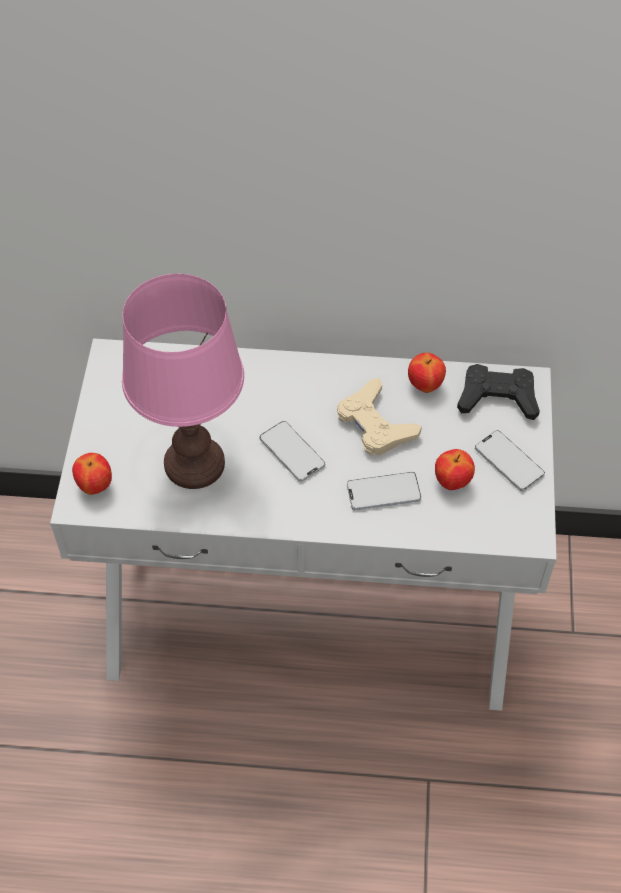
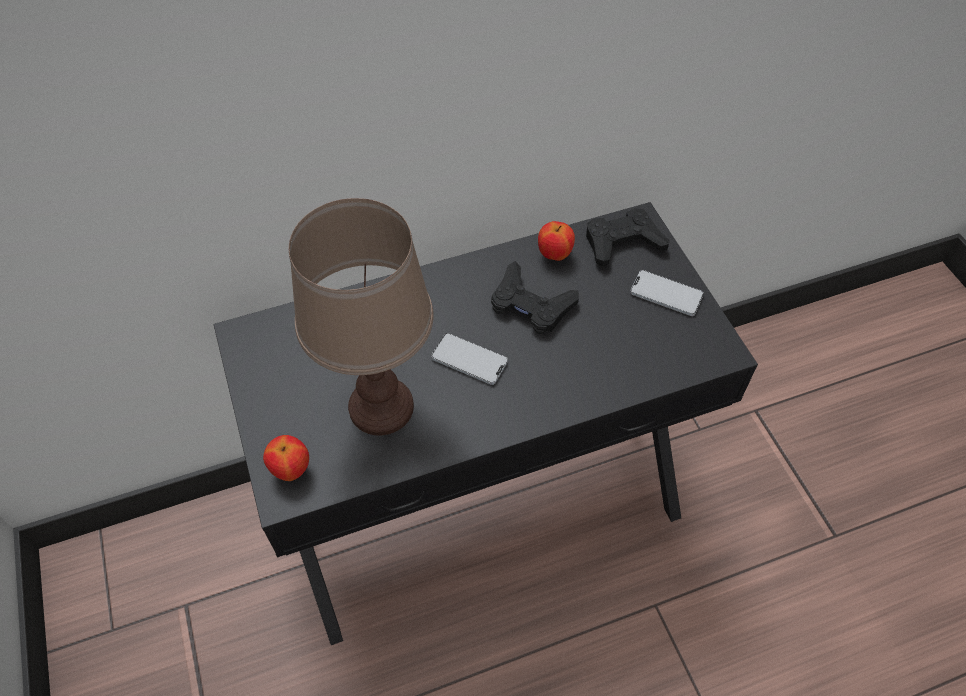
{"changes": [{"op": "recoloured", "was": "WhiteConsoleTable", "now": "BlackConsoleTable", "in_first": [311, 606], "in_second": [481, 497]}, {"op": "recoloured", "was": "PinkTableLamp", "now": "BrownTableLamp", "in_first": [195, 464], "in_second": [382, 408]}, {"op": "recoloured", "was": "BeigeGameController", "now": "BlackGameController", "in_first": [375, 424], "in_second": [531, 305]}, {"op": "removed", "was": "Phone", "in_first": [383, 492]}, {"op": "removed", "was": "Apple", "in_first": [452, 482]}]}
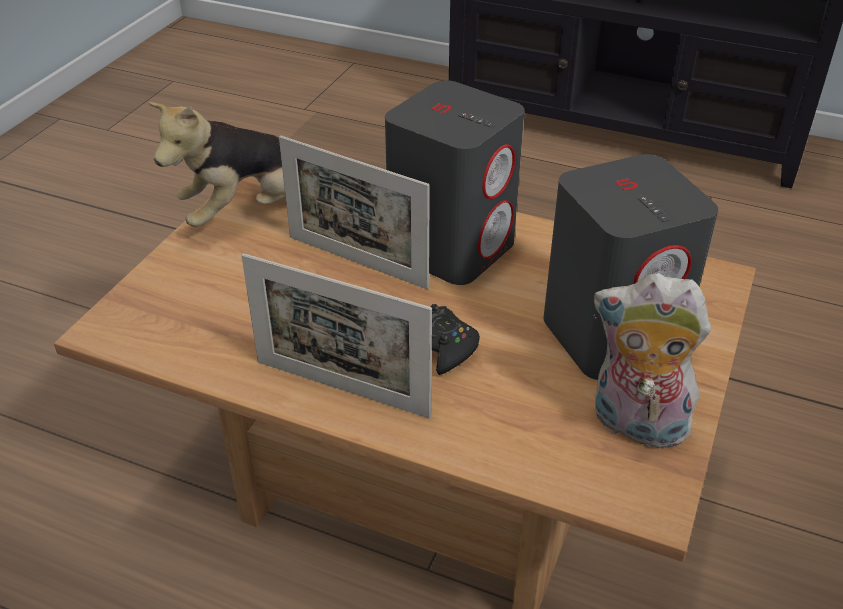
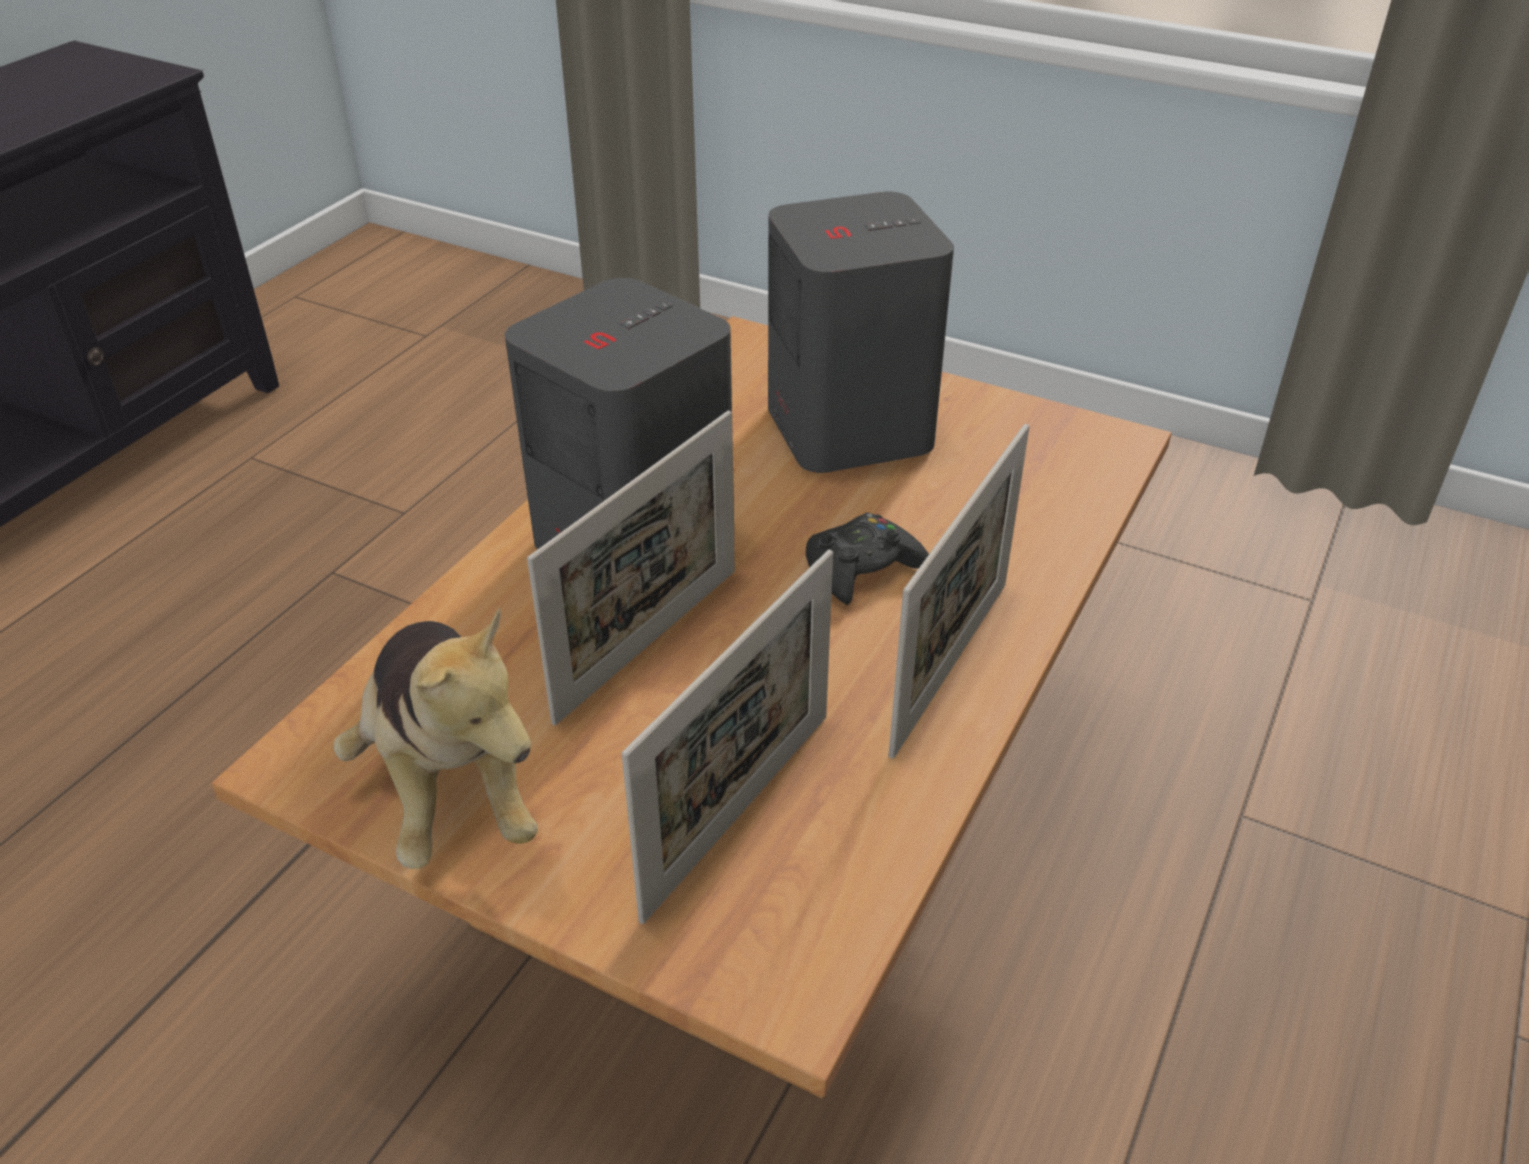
{"changes": [{"op": "removed", "was": "PlushToy", "in_first": [635, 425]}, {"op": "added", "now": "PictureFrame", "in_second": [739, 812]}]}
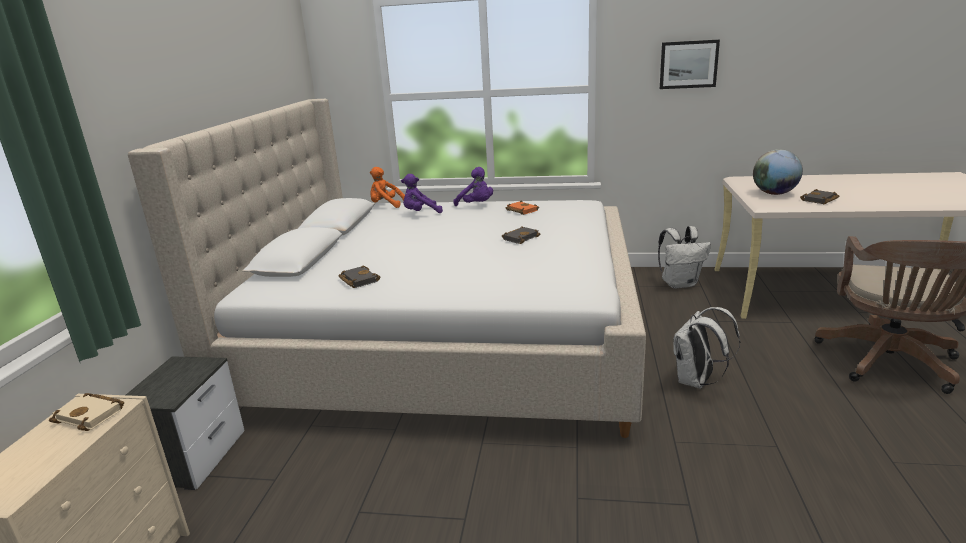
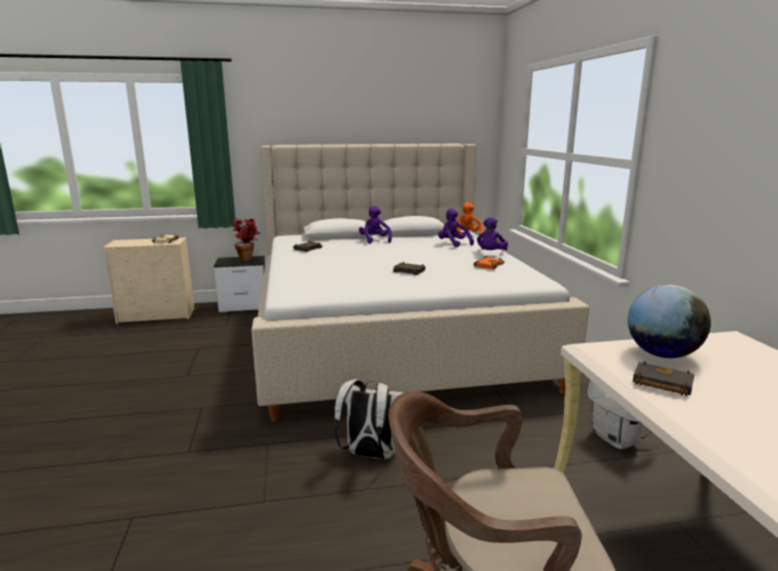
{"changes": [{"op": "removed", "was": "Picture", "in_first": [688, 64]}, {"op": "added", "now": "PottedPlant", "in_second": [248, 259]}, {"op": "added", "now": "PurplePlushToy", "in_second": [375, 240]}]}
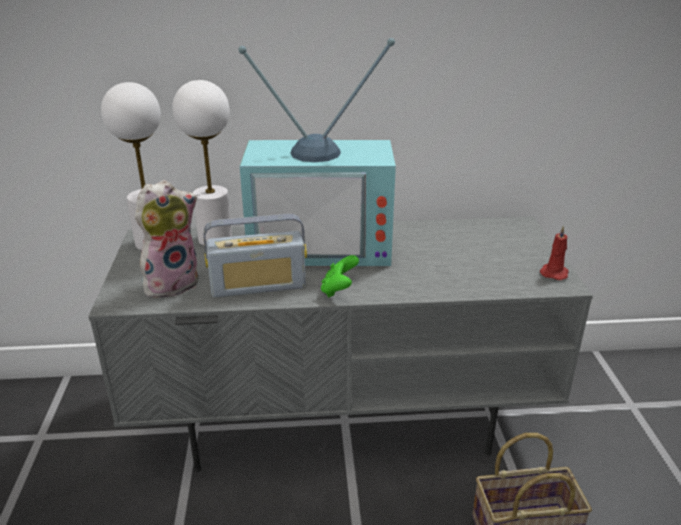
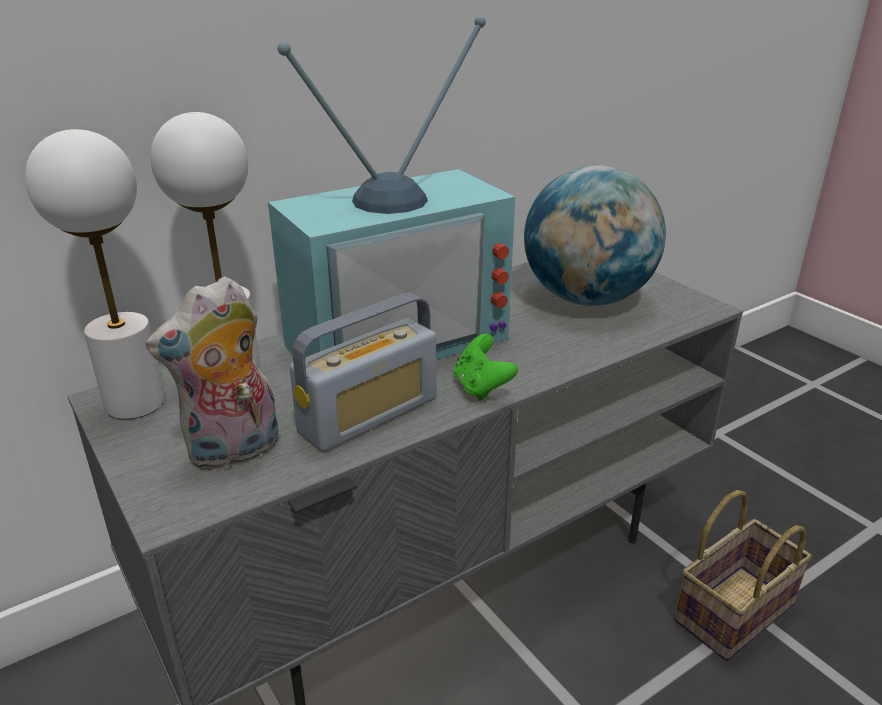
{"changes": [{"op": "turned", "was": "PlushToy", "in_first": [172, 283], "in_second": [234, 452], "clockwise": -150}, {"op": "removed", "was": "RedCandle", "in_first": [554, 273]}, {"op": "added", "now": "Globe", "in_second": [586, 299]}]}
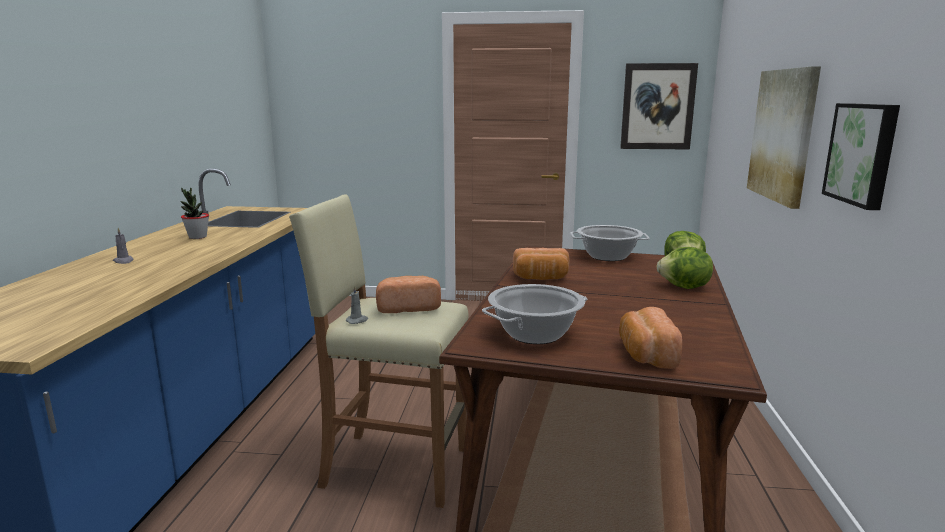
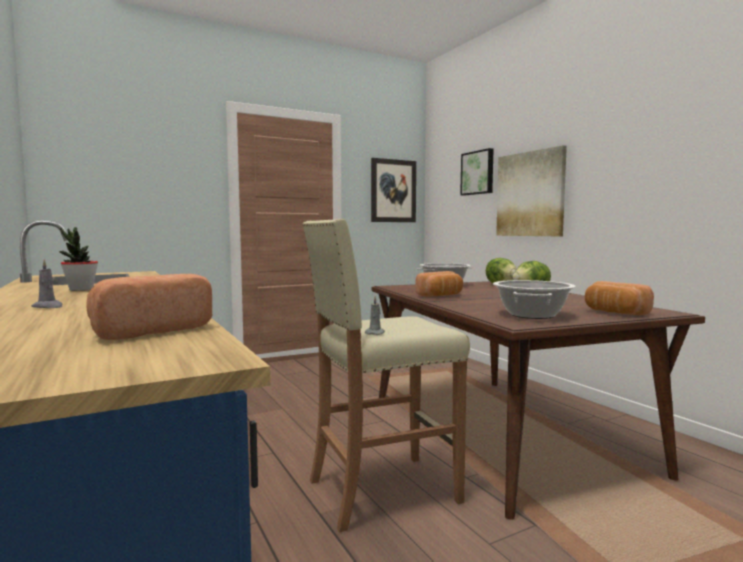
{"changes": [{"op": "moved", "was": "Bread", "in_first": [408, 307], "in_second": [149, 331]}, {"op": "moved", "was": "Picture", "in_first": [863, 153], "in_second": [478, 173]}]}
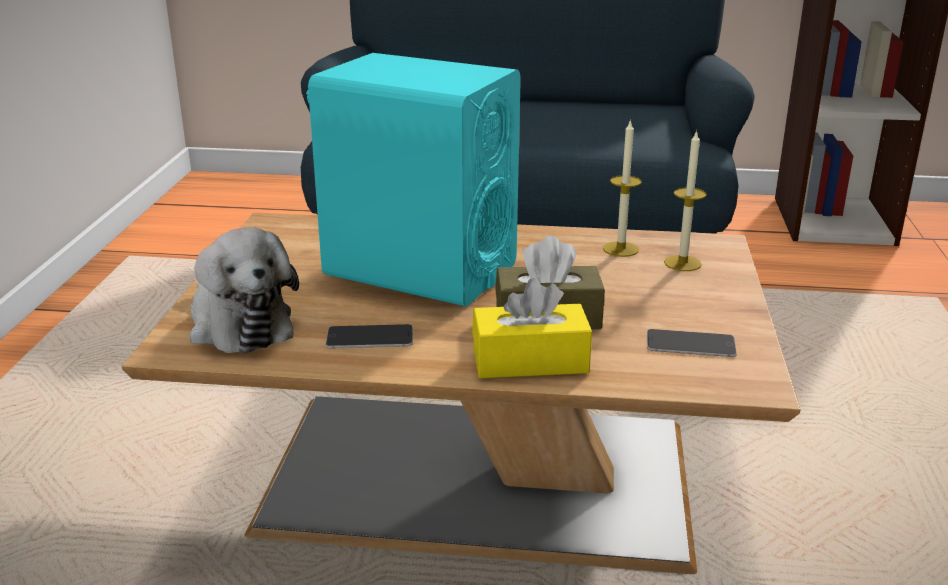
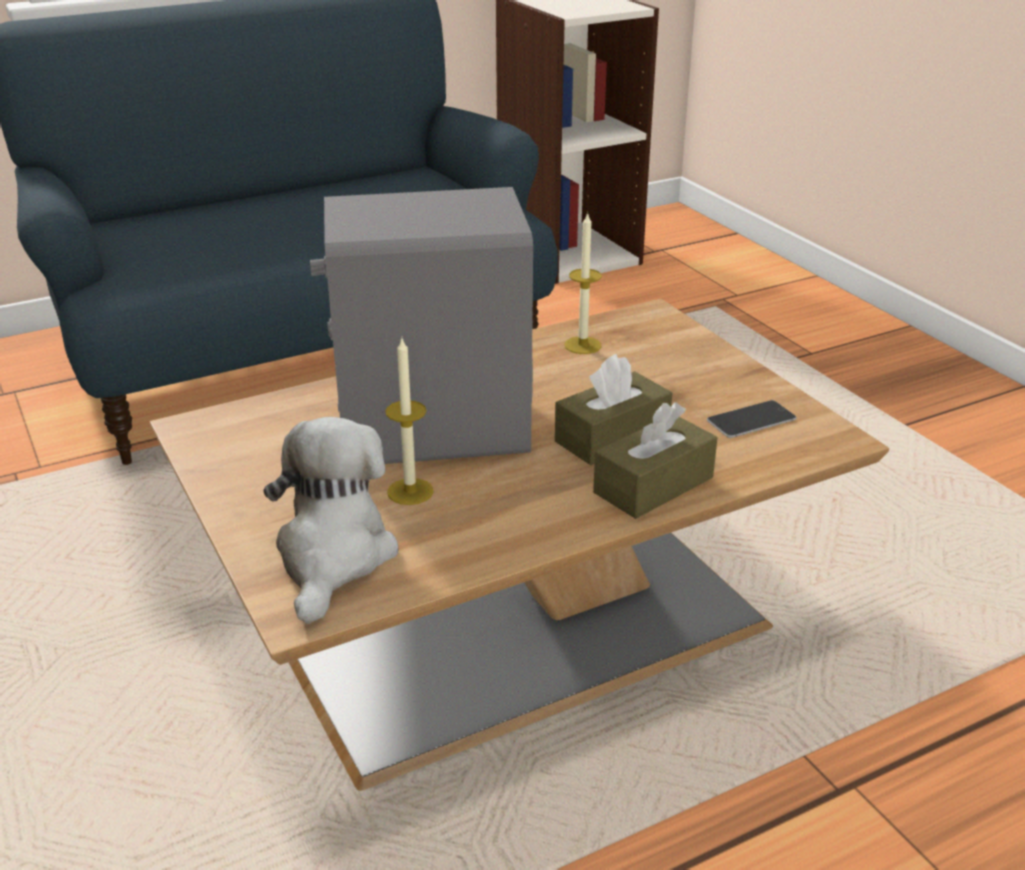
{"changes": [{"op": "turned", "was": "PlushToy", "in_first": [239, 324], "in_second": [333, 556], "clockwise": -105}, {"op": "recoloured", "was": "TurquoiseSpeaker", "now": "GreySpeaker", "in_first": [419, 269], "in_second": [431, 428]}, {"op": "removed", "was": "Phone", "in_first": [370, 337]}, {"op": "recoloured", "was": "YellowTissueBox", "now": "BrownTissueBox", "in_first": [530, 361], "in_second": [653, 485]}, {"op": "moved", "was": "Candle", "in_first": [682, 263], "in_second": [410, 491]}]}
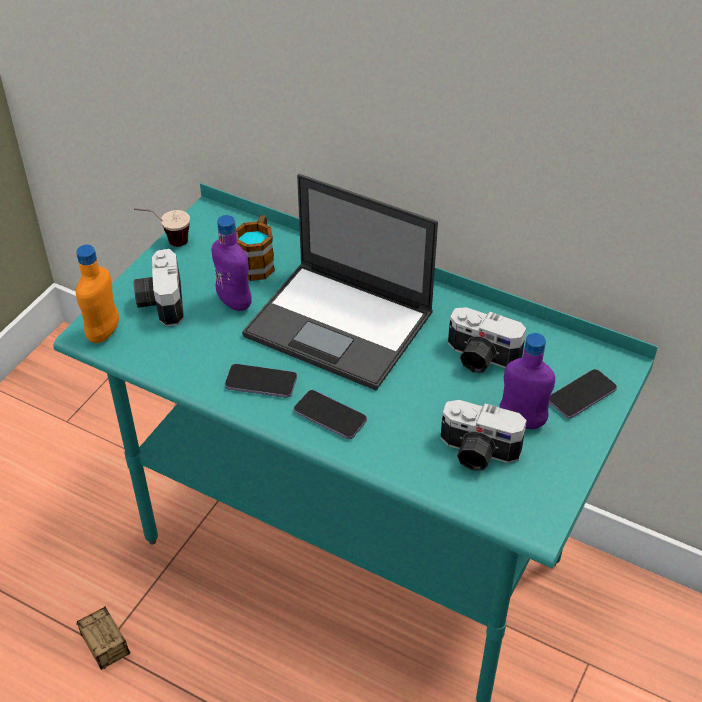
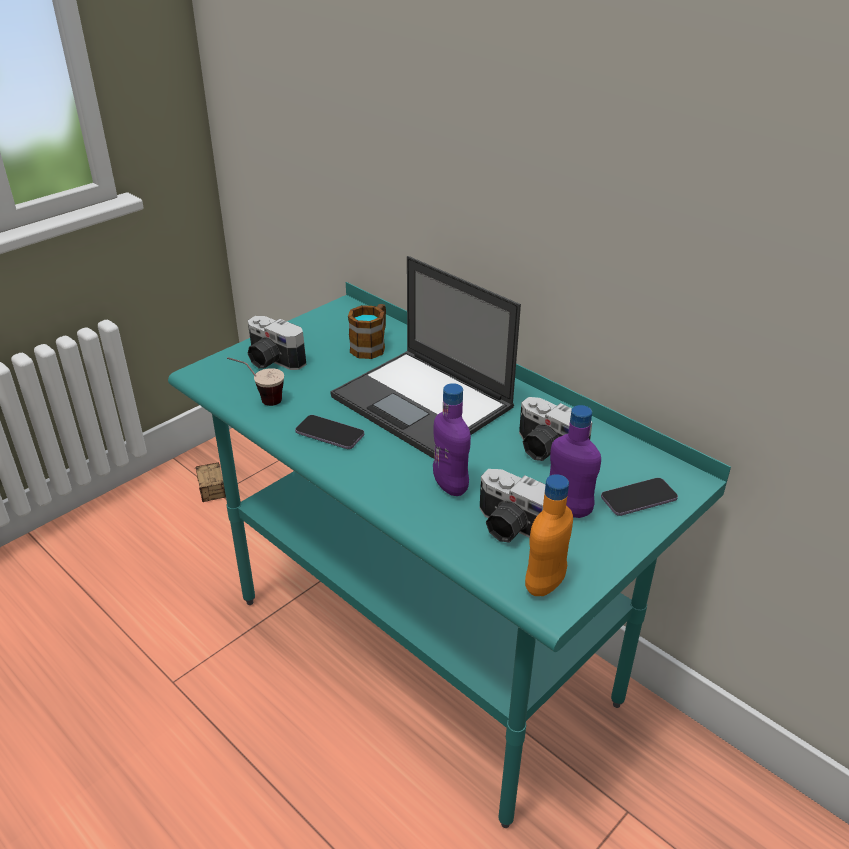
{"changes": [{"op": "moved", "was": "OrangeBottle", "in_first": [104, 332], "in_second": [545, 584]}, {"op": "moved", "was": "StorageBox", "in_first": [119, 669], "in_second": [215, 505]}, {"op": "moved", "was": "Cup", "in_first": [166, 242], "in_second": [259, 400]}, {"op": "turned", "was": "PhotoCamera", "in_first": [160, 302], "in_second": [272, 361], "clockwise": -60}, {"op": "moved", "was": "PurpleBottle", "in_first": [234, 302], "in_second": [450, 486]}, {"op": "removed", "was": "Phone", "in_first": [330, 416]}]}
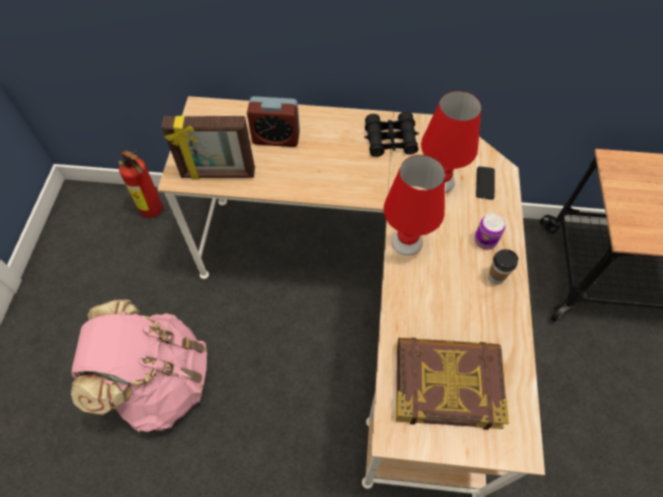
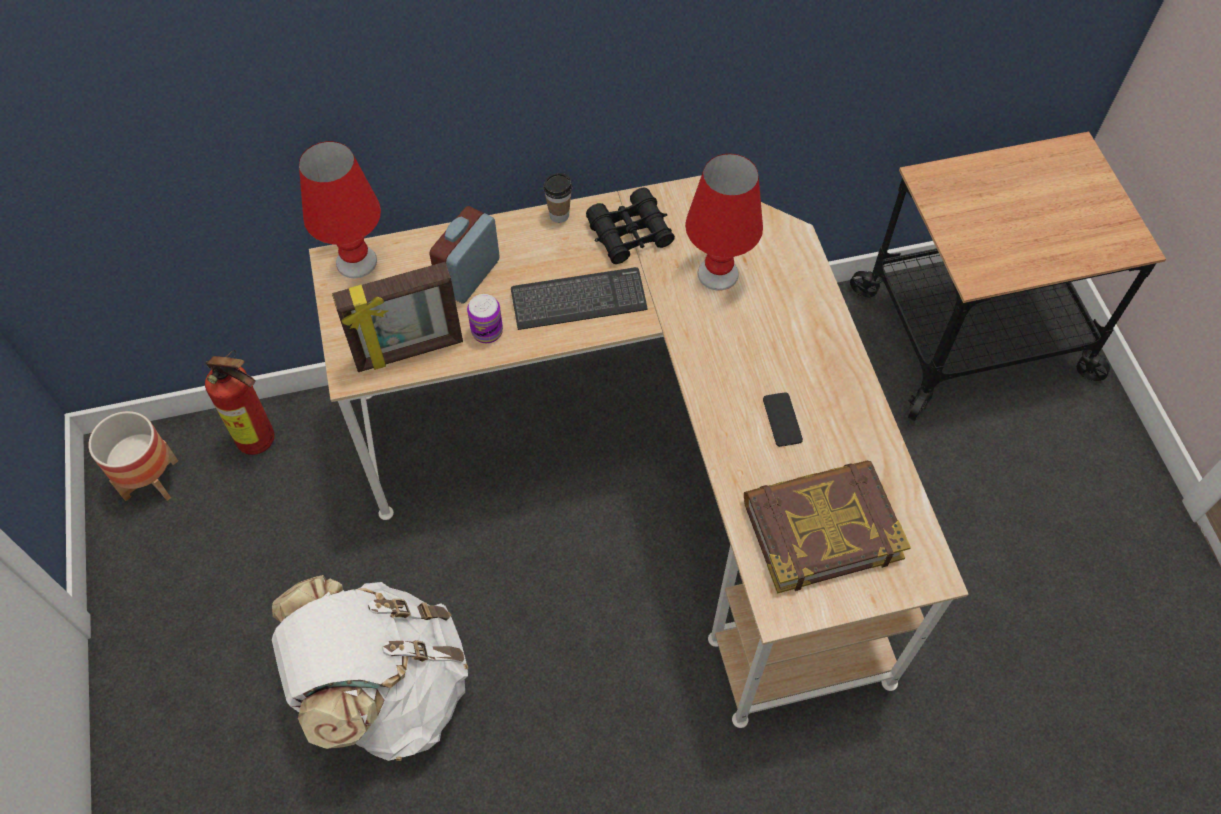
{"changes": [{"op": "recoloured", "was": "PinkBackpack", "now": "WhiteBackpack", "in_first": [160, 381], "in_second": [387, 688]}, {"op": "turned", "was": "AlarmClock", "in_first": [276, 138], "in_second": [469, 276], "clockwise": 135}, {"op": "moved", "was": "RedTableLamp", "in_first": [406, 242], "in_second": [356, 262]}, {"op": "moved", "was": "Can", "in_first": [485, 240], "in_second": [487, 331]}, {"op": "moved", "was": "Phone", "in_first": [485, 183], "in_second": [782, 420]}, {"op": "moved", "was": "Cup", "in_first": [496, 277], "in_second": [559, 215]}, {"op": "added", "now": "Planter", "in_second": [151, 479]}, {"op": "added", "now": "Keyboard", "in_second": [578, 300]}]}
